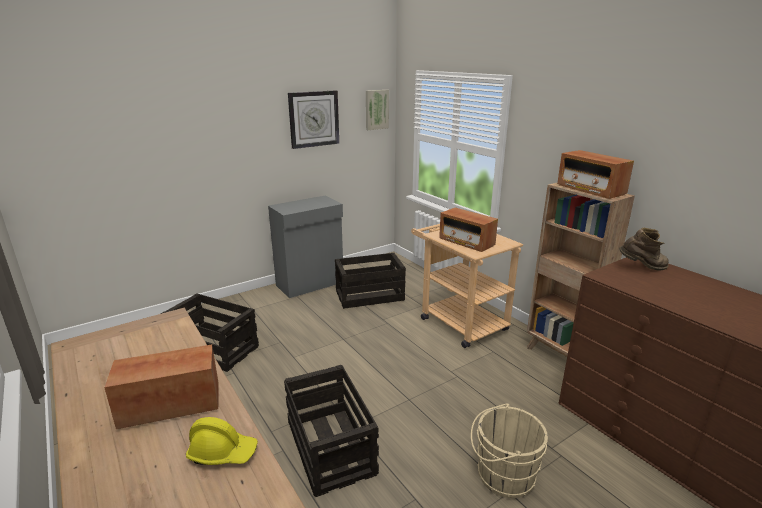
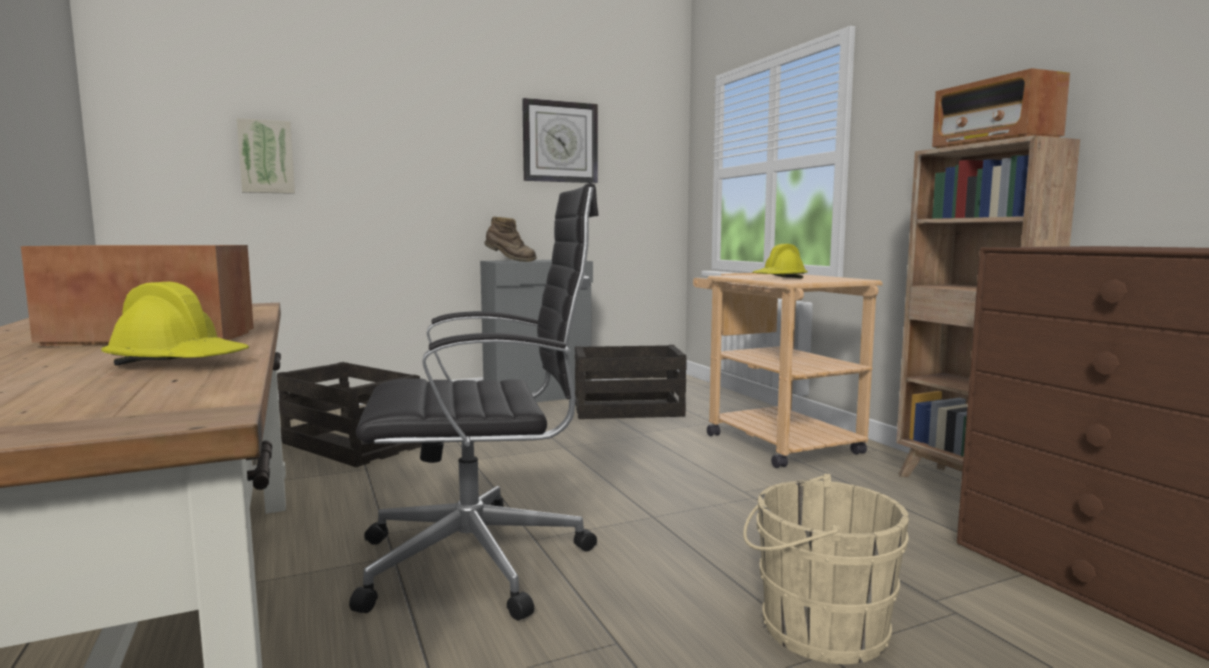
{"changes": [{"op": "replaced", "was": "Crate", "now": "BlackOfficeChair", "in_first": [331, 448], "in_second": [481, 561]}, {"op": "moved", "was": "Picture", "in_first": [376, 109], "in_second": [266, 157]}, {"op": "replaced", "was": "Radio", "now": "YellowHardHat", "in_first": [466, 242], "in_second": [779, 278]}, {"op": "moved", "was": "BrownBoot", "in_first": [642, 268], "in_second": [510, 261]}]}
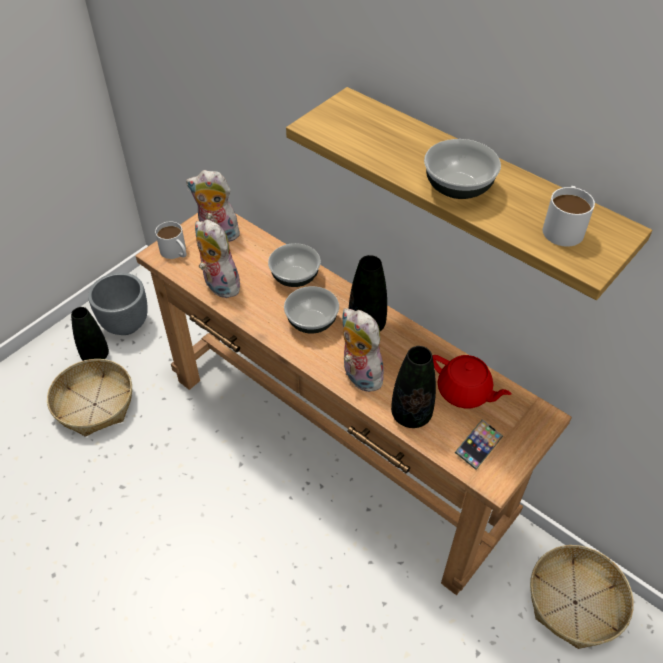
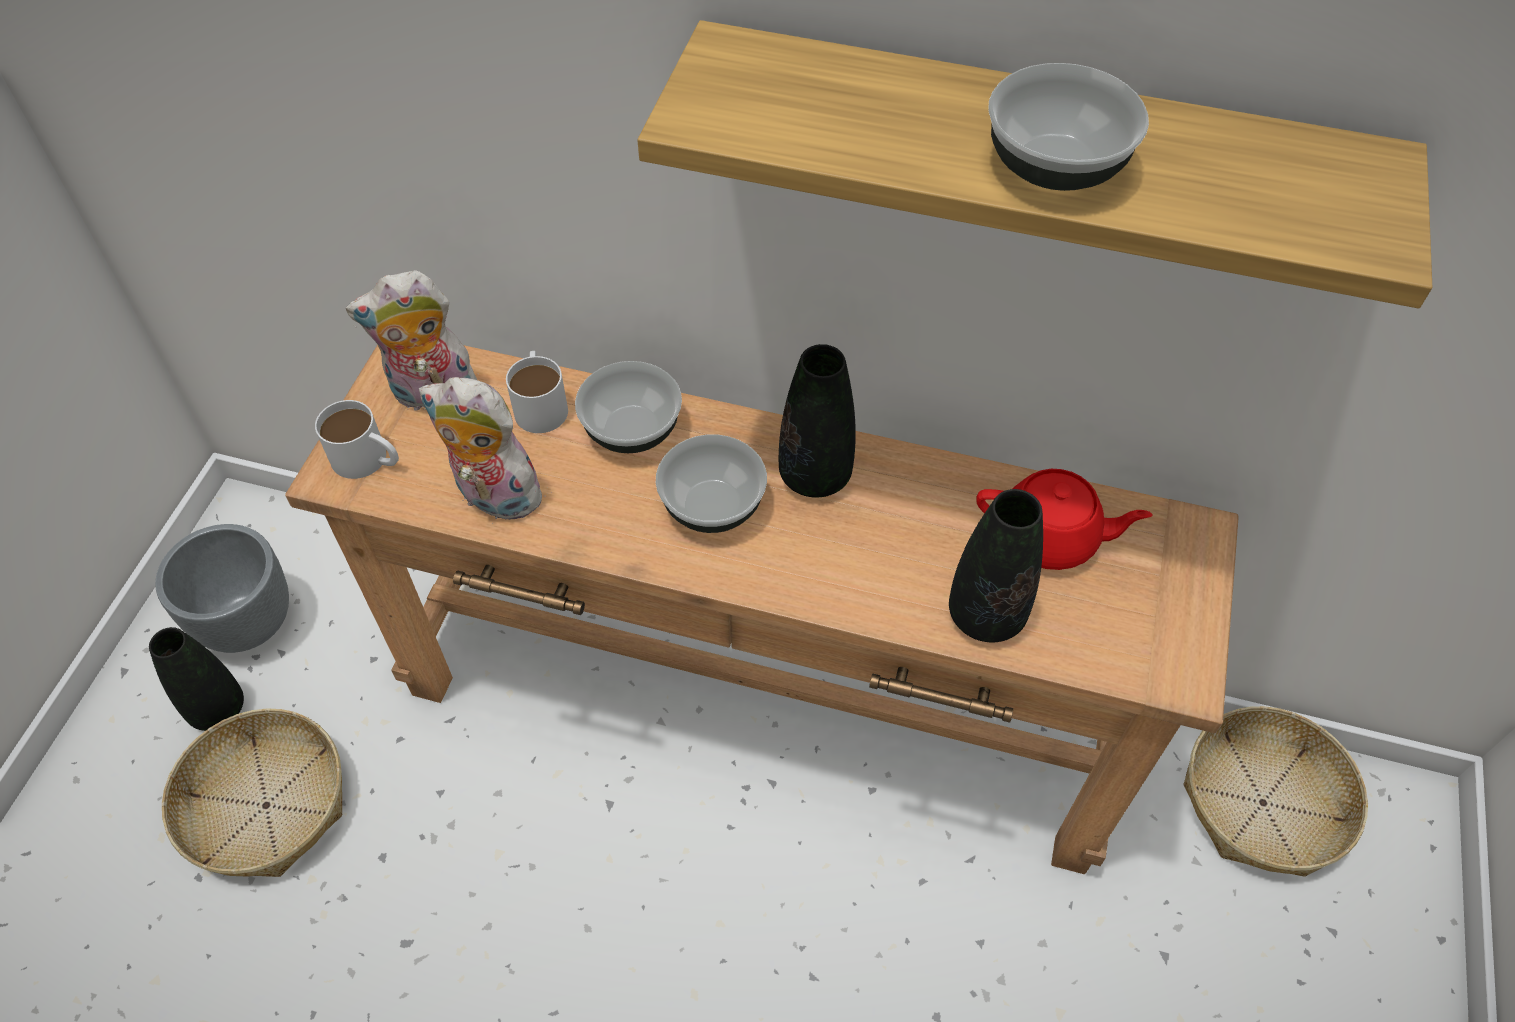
{"changes": [{"op": "removed", "was": "PlushToy", "in_first": [359, 375]}, {"op": "removed", "was": "Phone", "in_first": [478, 446]}, {"op": "moved", "was": "WhiteMug", "in_first": [564, 226], "in_second": [540, 403]}]}
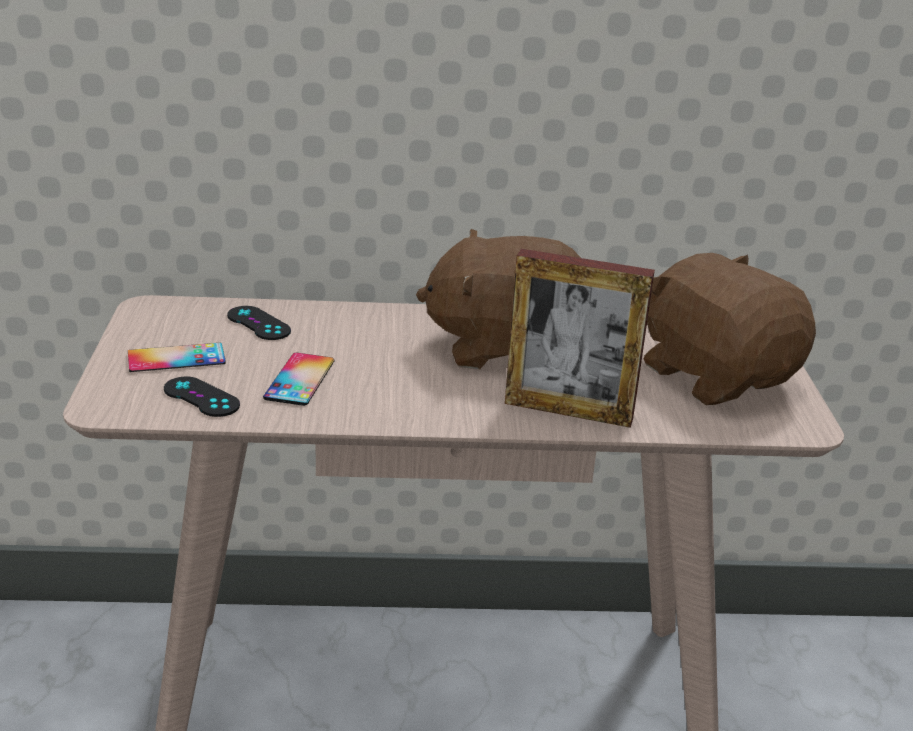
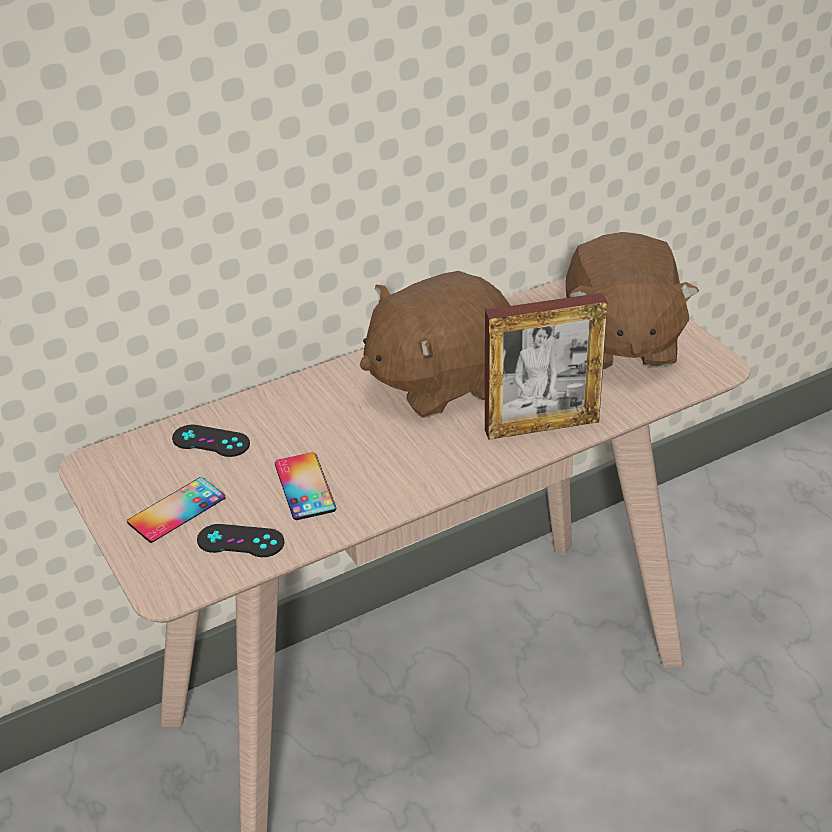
{"changes": [{"op": "turned", "was": "BrownPlushToy", "in_first": [716, 376], "in_second": [620, 343], "clockwise": -120}]}
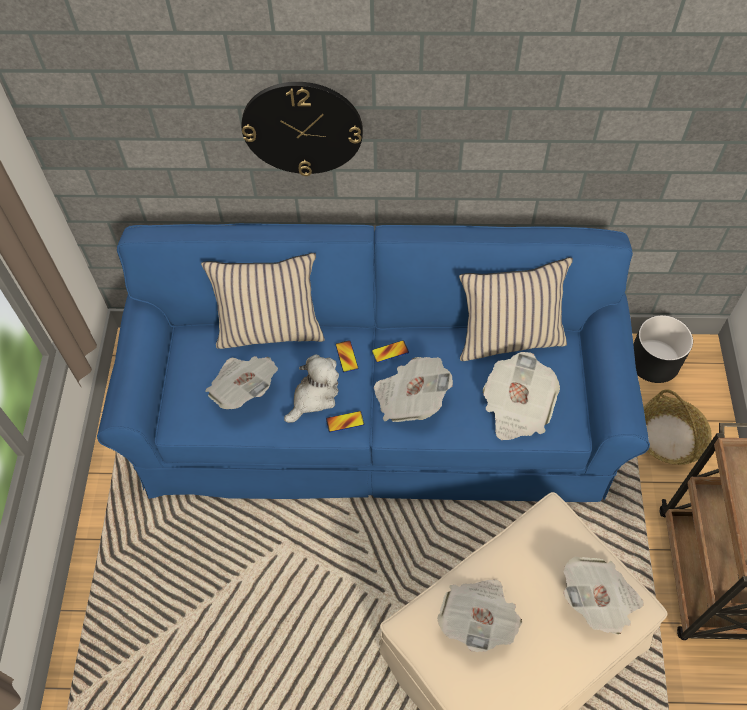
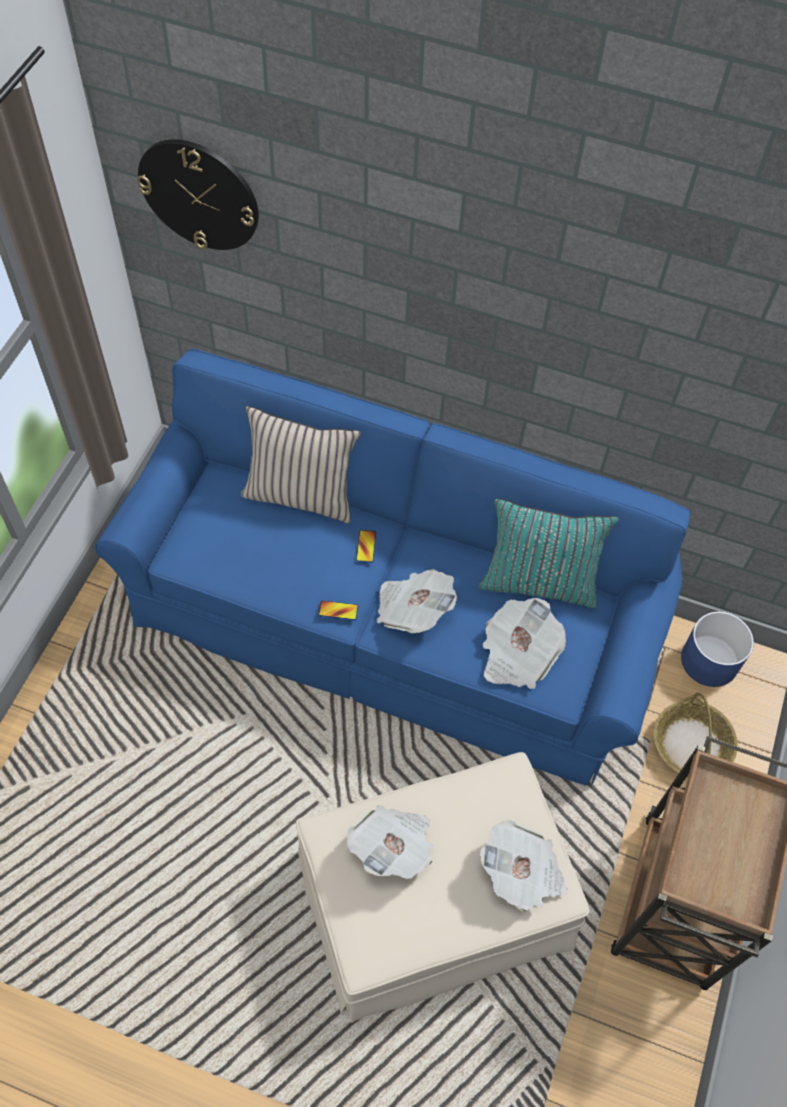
{"changes": [{"op": "removed", "was": "Newspaper", "in_first": [243, 389]}, {"op": "moved", "was": "WallClock", "in_first": [302, 128], "in_second": [199, 194]}, {"op": "removed", "was": "PlushToy", "in_first": [314, 396]}, {"op": "removed", "was": "Phone", "in_first": [390, 352]}, {"op": "recoloured", "was": "BeigePillow", "now": "TurquoisePillow", "in_first": [509, 338], "in_second": [539, 581]}, {"op": "recoloured", "was": "BlackPlanter", "now": "BluePlanter", "in_first": [654, 361], "in_second": [710, 660]}]}
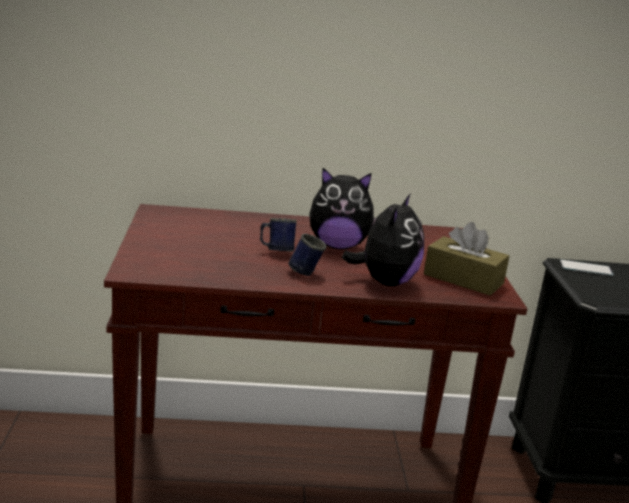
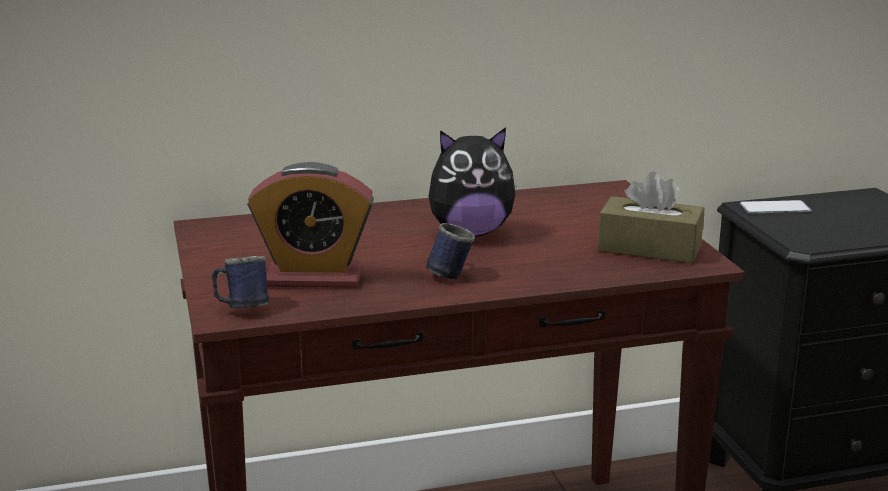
{"changes": [{"op": "moved", "was": "BlueMug", "in_first": [276, 251], "in_second": [241, 308]}, {"op": "removed", "was": "PlushToy", "in_first": [385, 282]}, {"op": "added", "now": "AlarmClock", "in_second": [314, 277]}]}
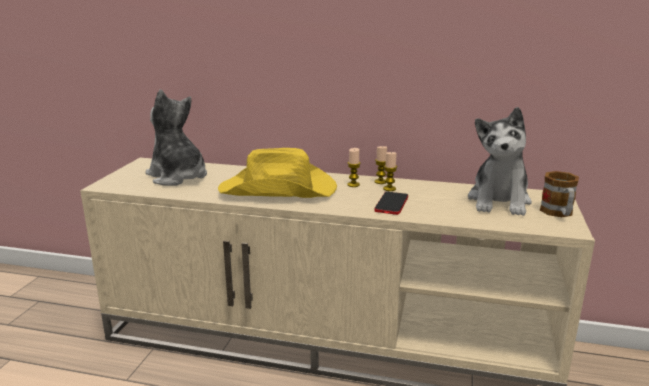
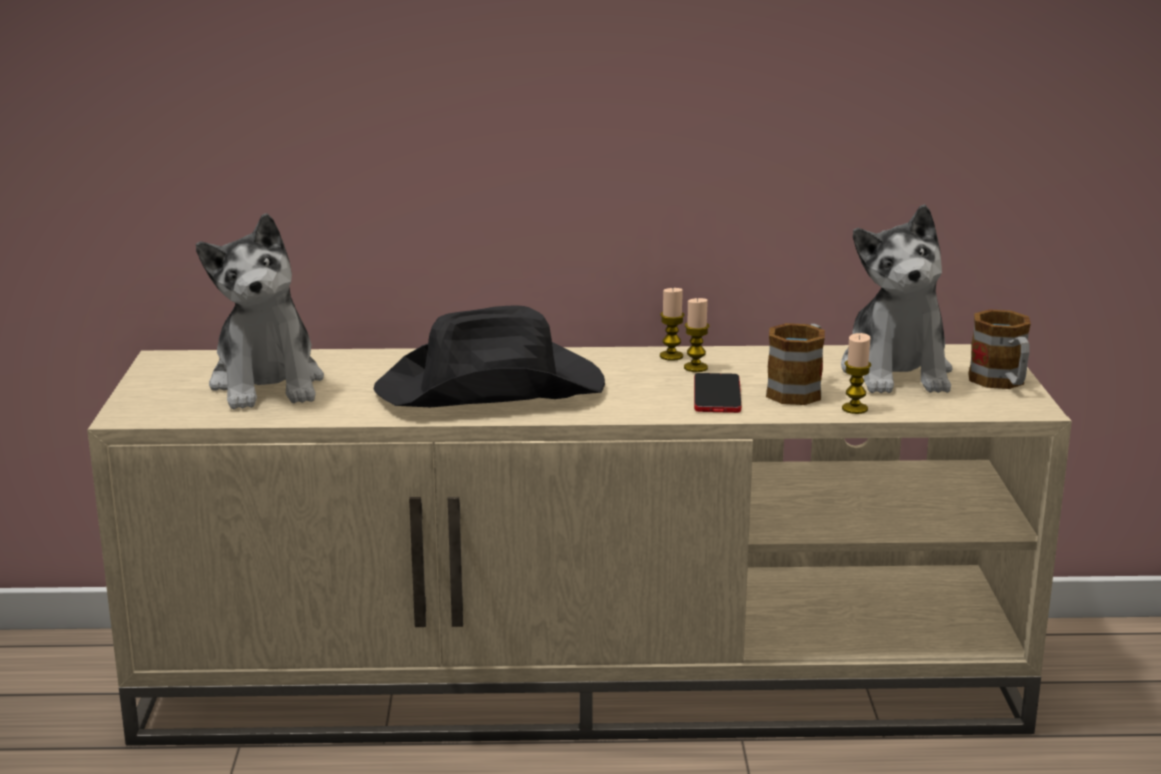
{"changes": [{"op": "turned", "was": "PlushToy", "in_first": [178, 177], "in_second": [268, 384], "clockwise": -135}, {"op": "recoloured", "was": "YellowHat", "now": "BlackHat", "in_first": [279, 190], "in_second": [493, 390]}, {"op": "moved", "was": "Candle", "in_first": [353, 185], "in_second": [854, 409]}, {"op": "added", "now": "Mug", "in_second": [799, 390]}]}
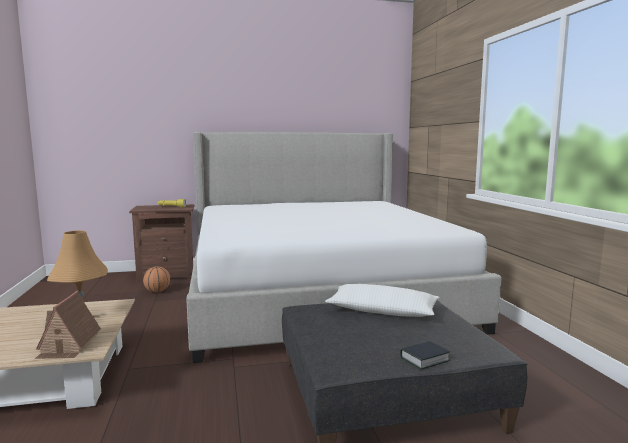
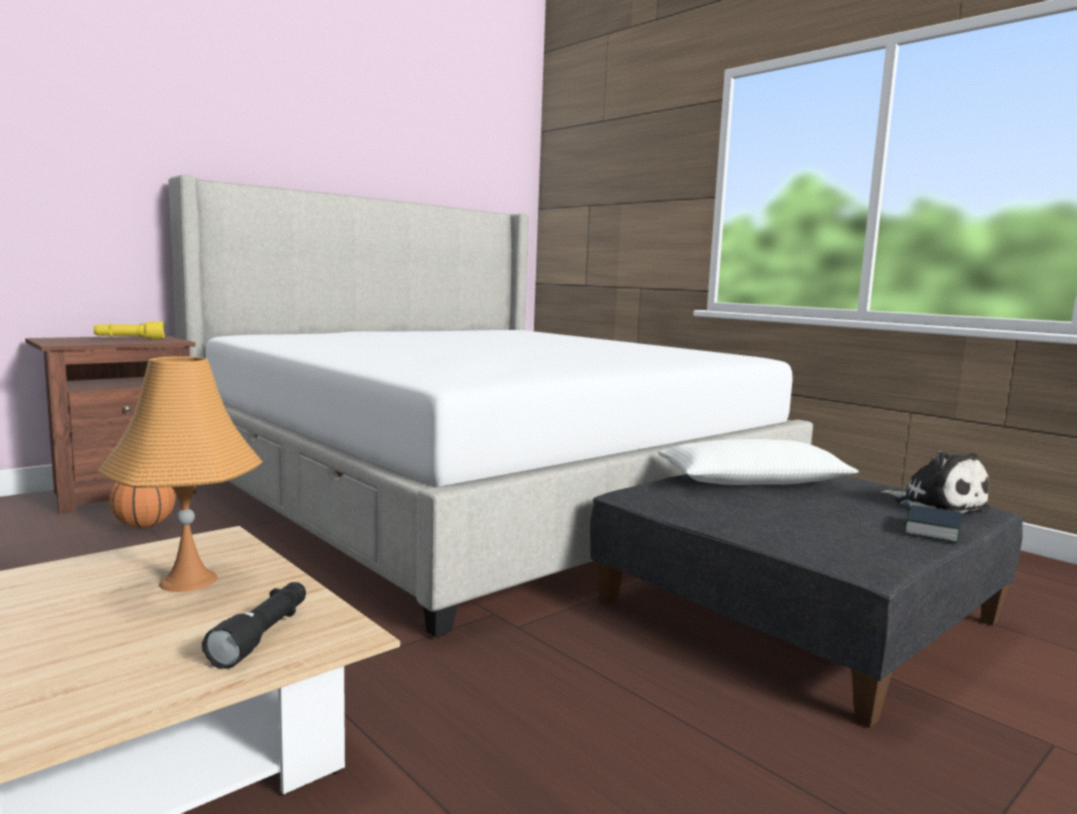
{"changes": [{"op": "replaced", "was": "ToyHouse", "now": "BlackFlashlight", "in_first": [69, 345], "in_second": [263, 635]}, {"op": "added", "now": "PlushToy", "in_second": [936, 505]}]}
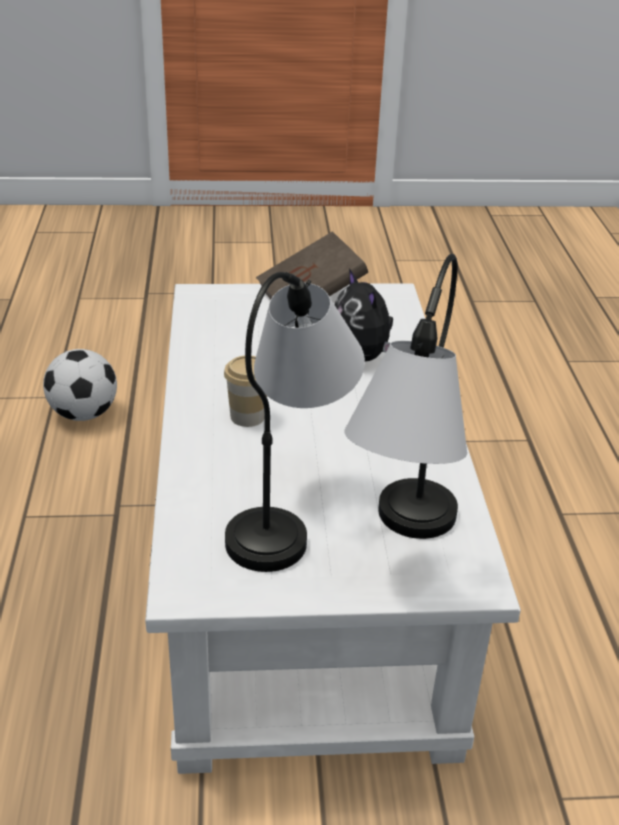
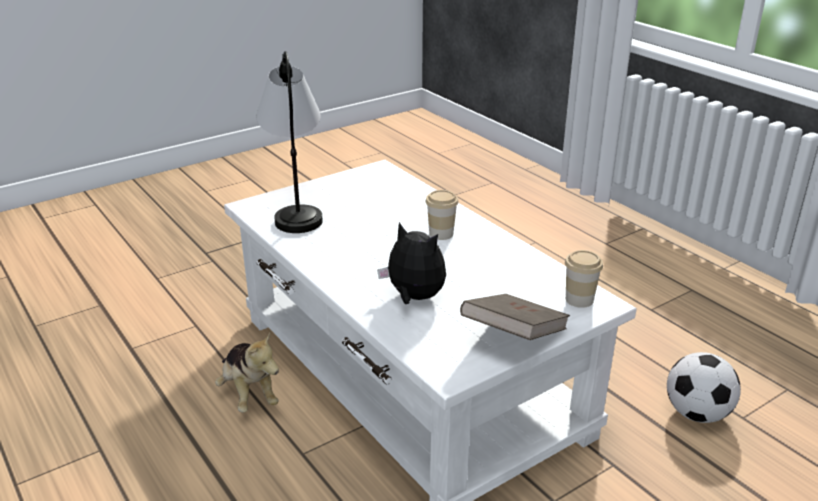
{"changes": [{"op": "removed", "was": "TableLamp", "in_first": [291, 510]}, {"op": "added", "now": "PlushToy", "in_second": [249, 394]}, {"op": "added", "now": "Cup", "in_second": [579, 299]}]}
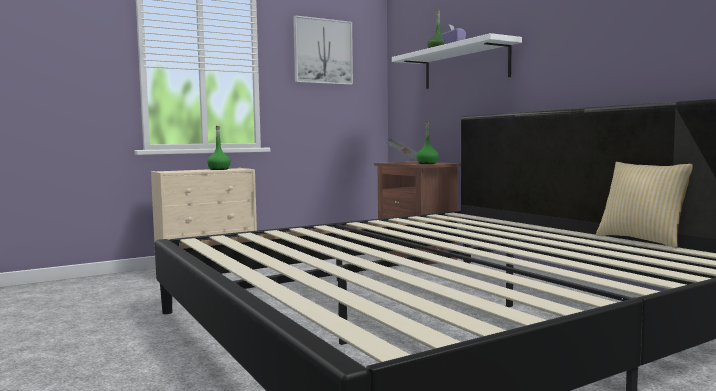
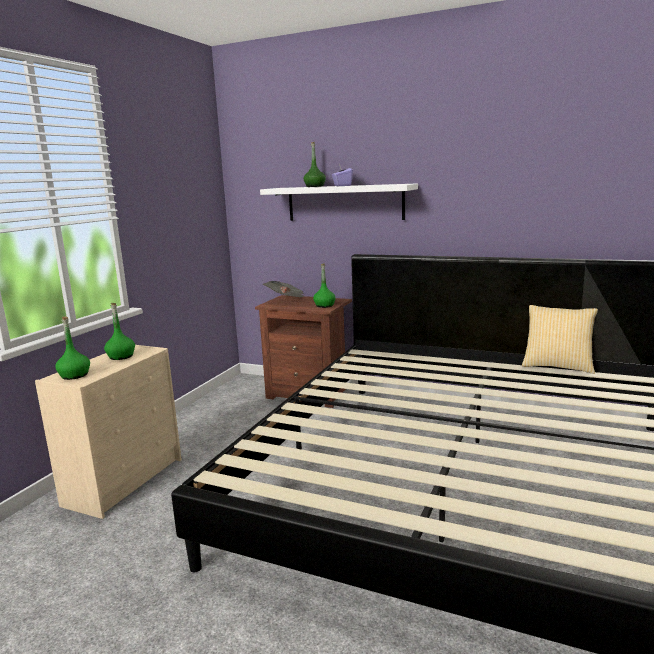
{"changes": [{"op": "removed", "was": "Picture", "in_first": [323, 51]}, {"op": "added", "now": "GreenBottle", "in_second": [75, 375]}]}
